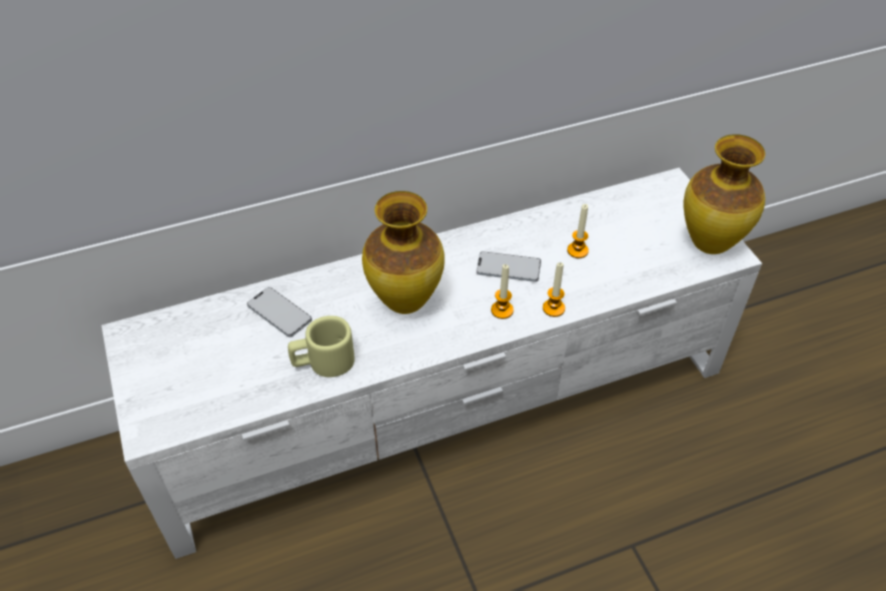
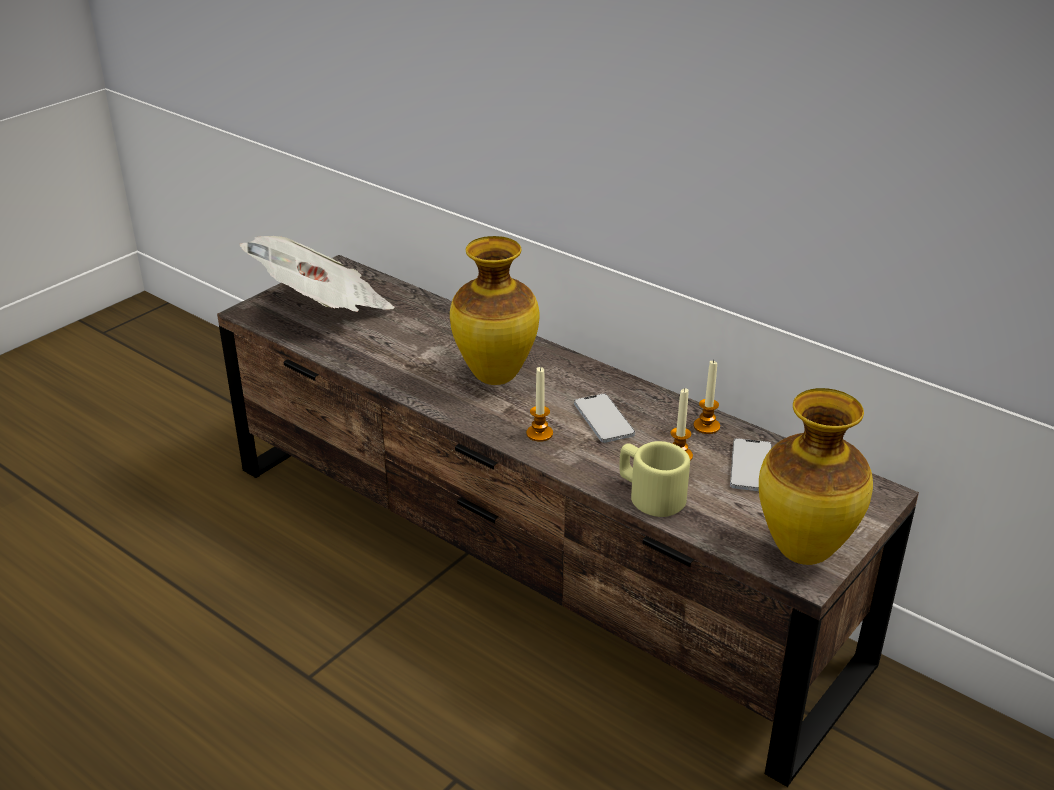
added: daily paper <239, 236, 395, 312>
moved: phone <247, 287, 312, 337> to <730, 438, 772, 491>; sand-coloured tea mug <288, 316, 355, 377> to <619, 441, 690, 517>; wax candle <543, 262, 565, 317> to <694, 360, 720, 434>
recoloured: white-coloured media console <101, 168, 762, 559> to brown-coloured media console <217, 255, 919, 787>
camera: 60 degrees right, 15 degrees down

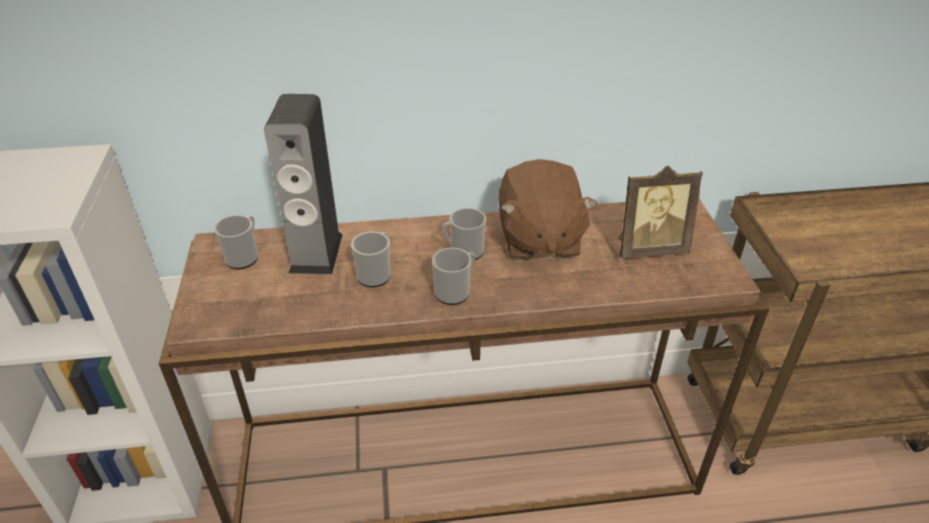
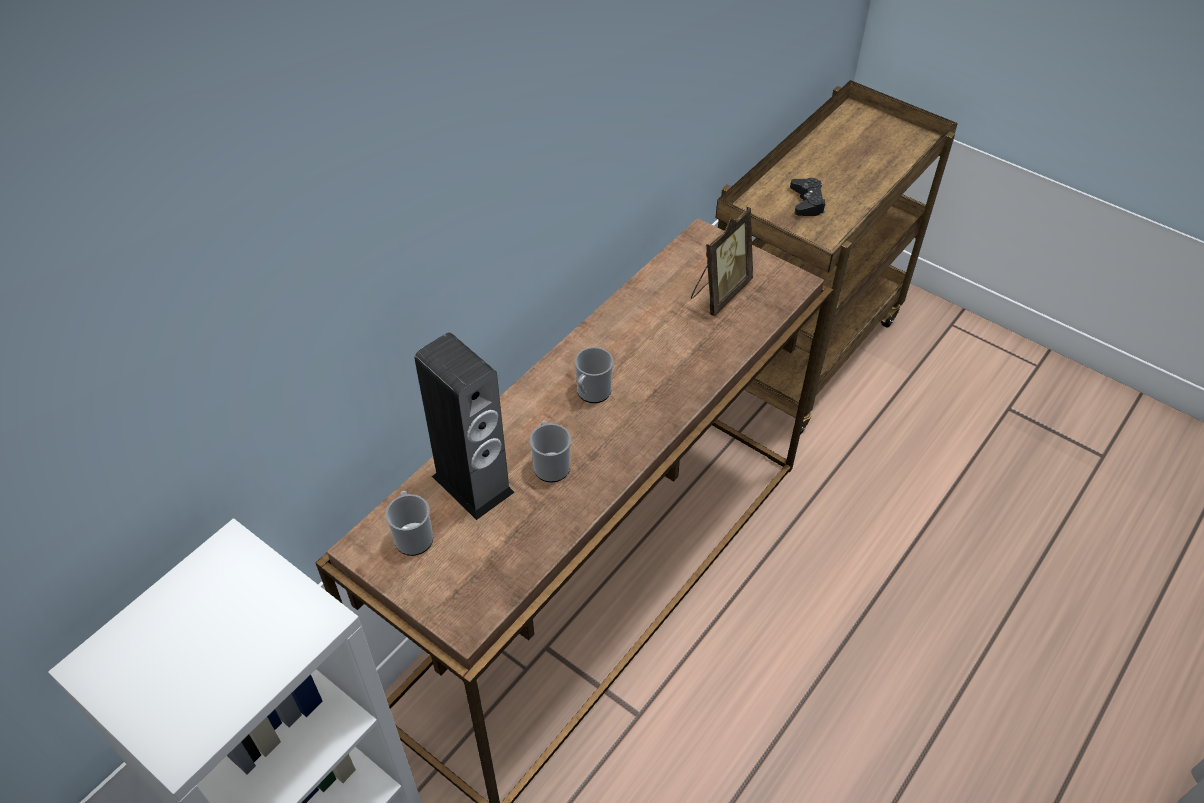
removed: tea mug <432, 248, 476, 305>; brown-coloured soft toy <498, 159, 597, 261>
added: black-coloured game controller <790, 178, 826, 216>
camera: 45 degrees left, 10 degrees up

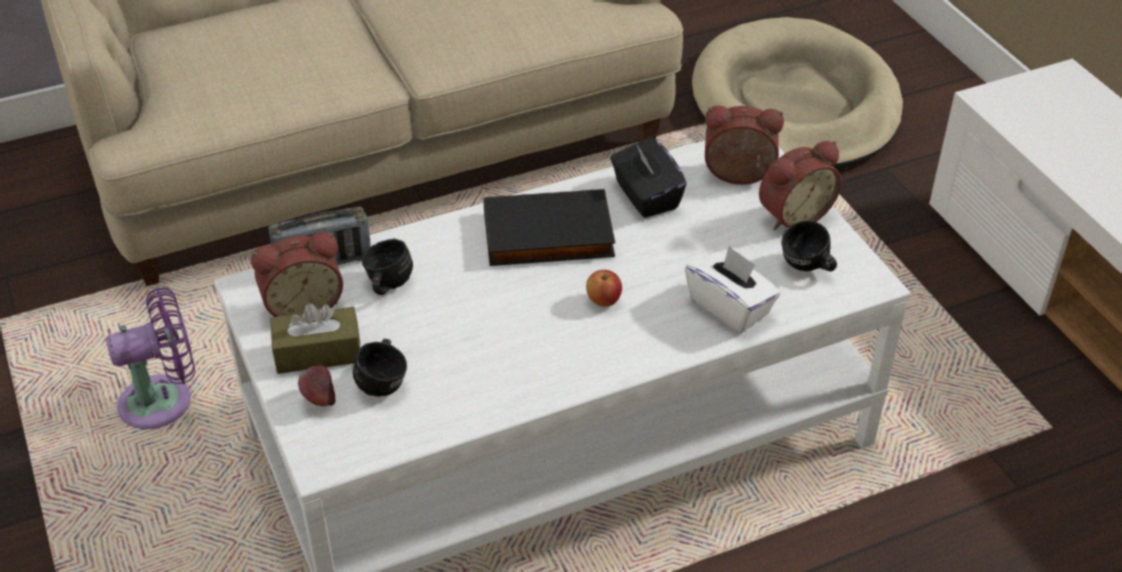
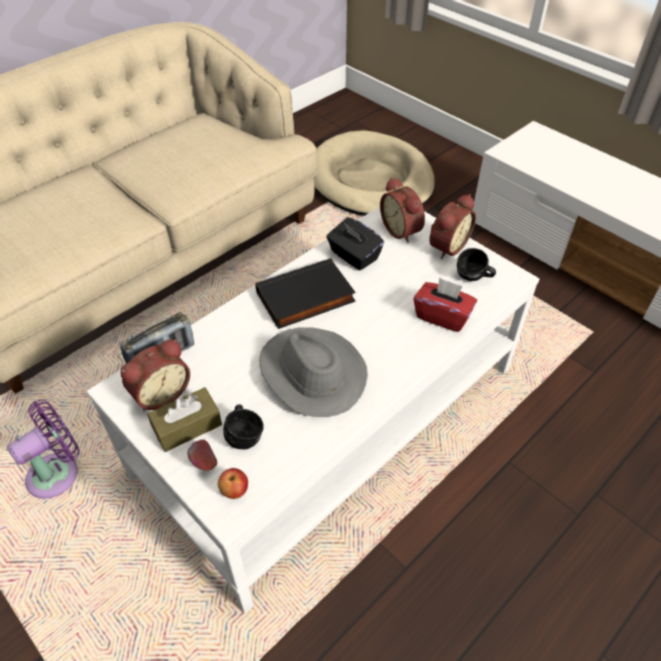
removed: black-coloured tea mug <362, 239, 413, 295>
added: grey hat <259, 327, 368, 417>
moved: apple fruit <586, 270, 622, 307> to <218, 468, 248, 499>
recoloured: white-coloured tissue box <685, 246, 780, 333> to red tissue box <413, 277, 477, 332>
turned: table clock <705, 106, 784, 185> = <380, 177, 425, 243> 105 degrees counterclockwise
camera: 20 degrees left, 5 degrees up

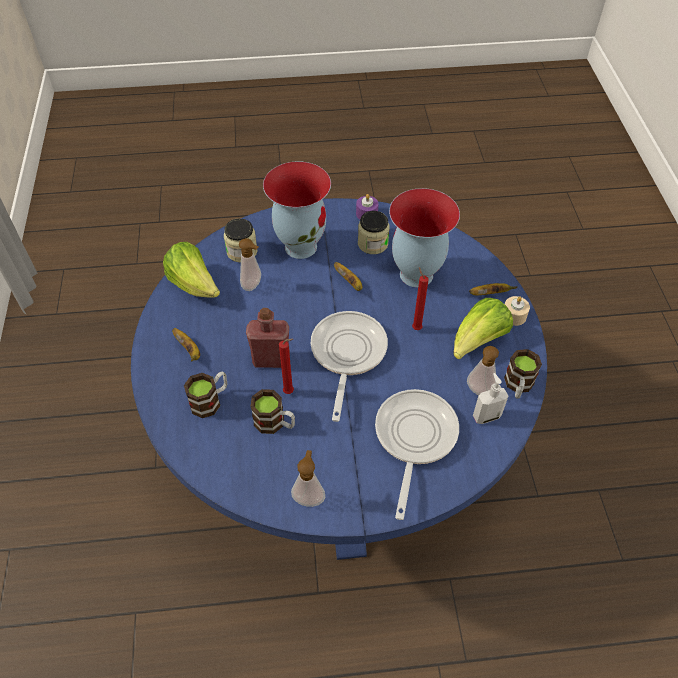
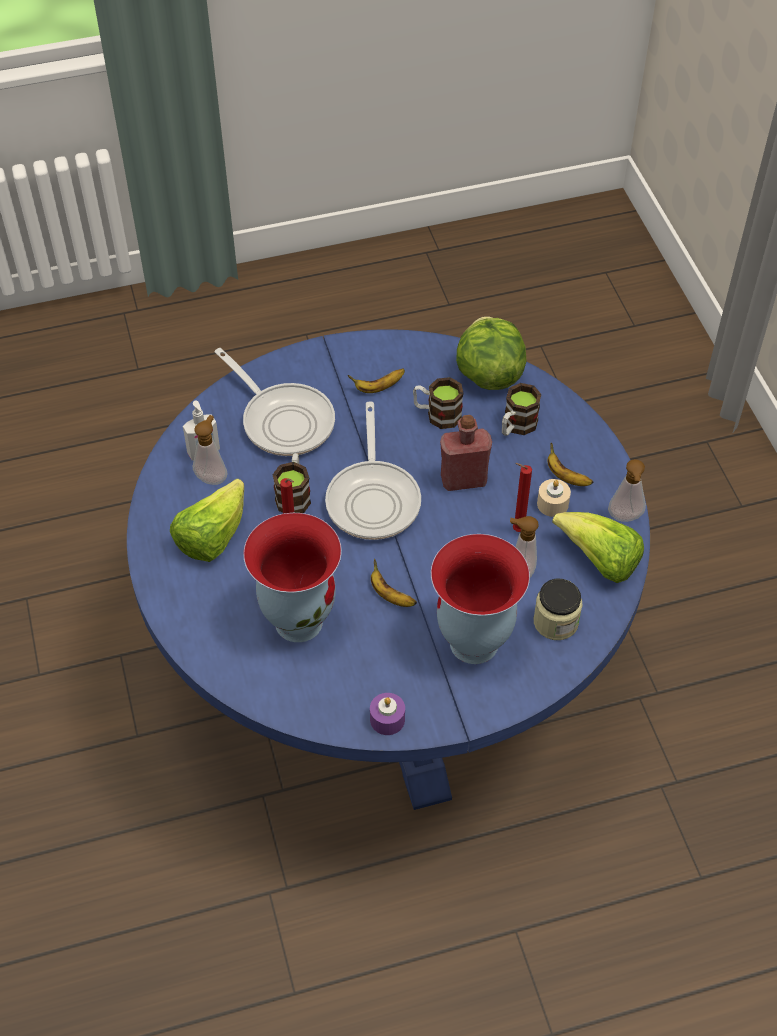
removed: preserve jar <358, 211, 390, 254>
added: head of lettuce <456, 316, 527, 390>
moved: red wax candle <279, 339, 294, 394> to <513, 463, 532, 532>; liquid soap bottle <291, 450, 326, 507> to <608, 459, 646, 522>; banana <469, 283, 517, 295> to <348, 369, 405, 393>; tea mug <504, 349, 542, 399> to <273, 453, 311, 513>; sand-coloured wax candle <505, 296, 530, 326> to <537, 479, 571, 517>
turned: skillet <375, 389, 459, 520> = <215, 348, 335, 456> 45 degrees counterclockwise
camera: 170 degrees right, 0 degrees up

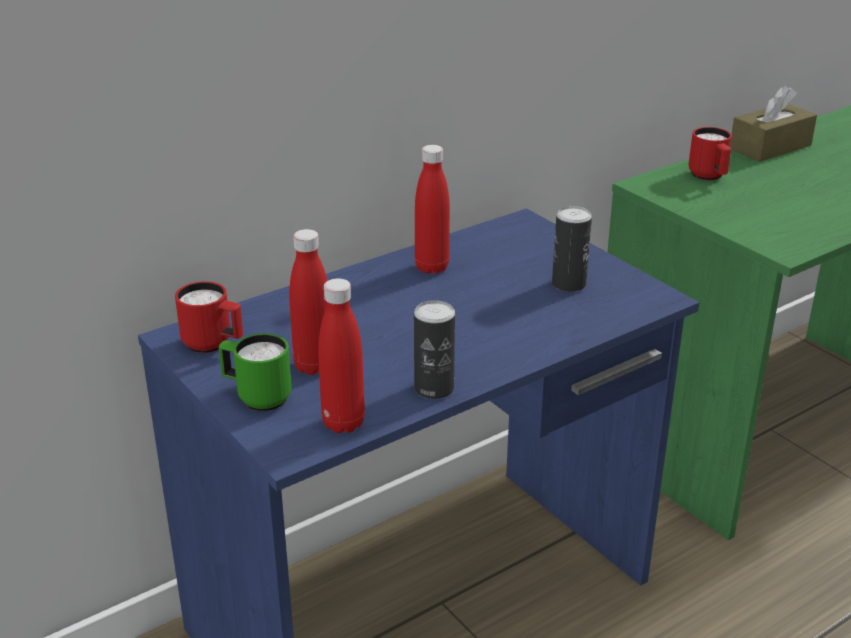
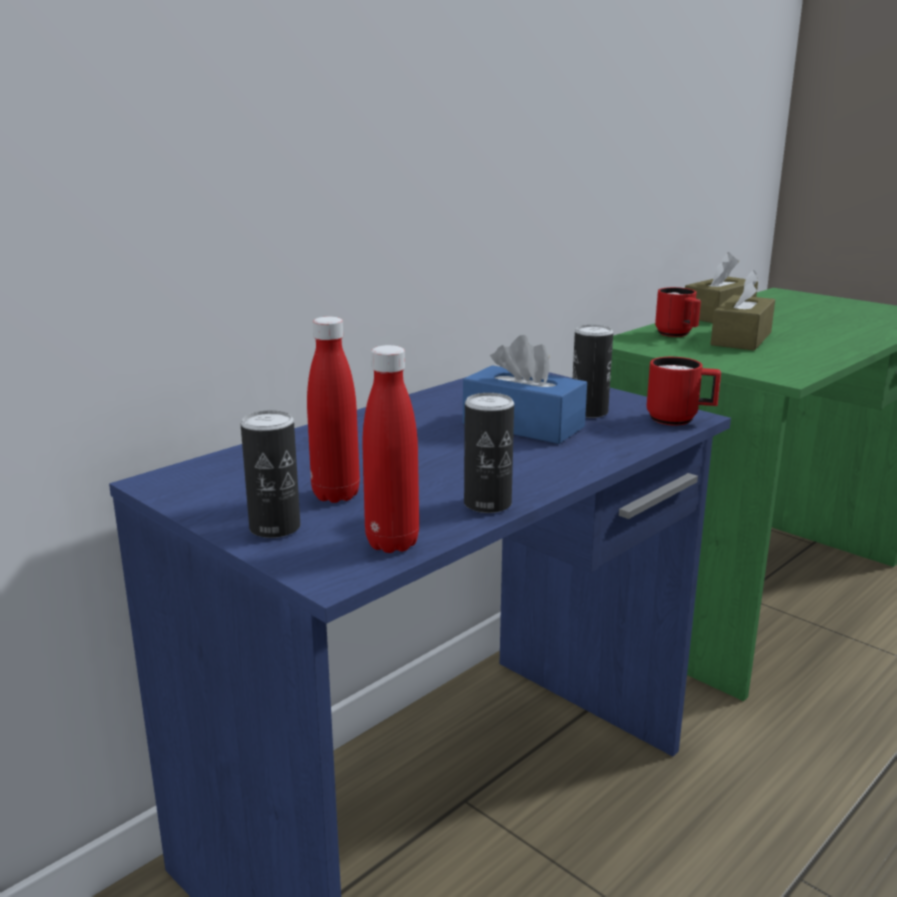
removed: red beverage bottle <415, 145, 450, 274>
added: blue tissue box <463, 335, 587, 444>; brown-coloured tissue box <711, 270, 775, 351>
moved: red tea mug <175, 281, 243, 353> to <647, 357, 721, 425>
replaced: greenish tea mug <219, 333, 292, 411> to metal can <240, 410, 300, 538>
camera: 10 degrees left, 10 degrees down

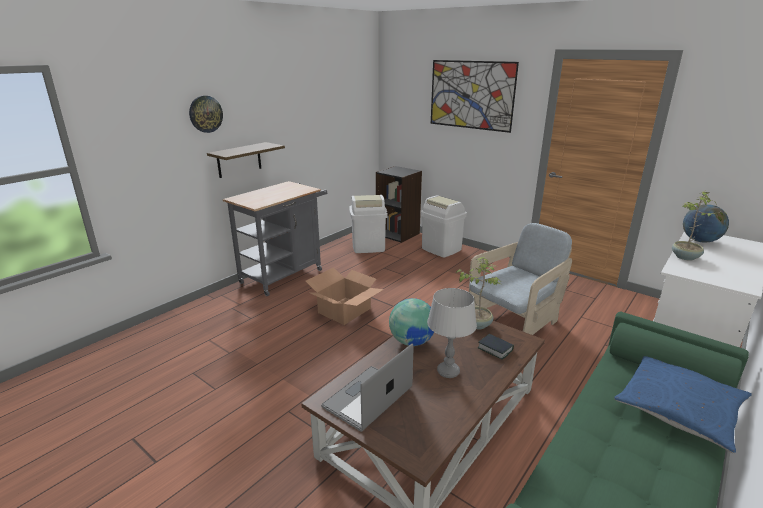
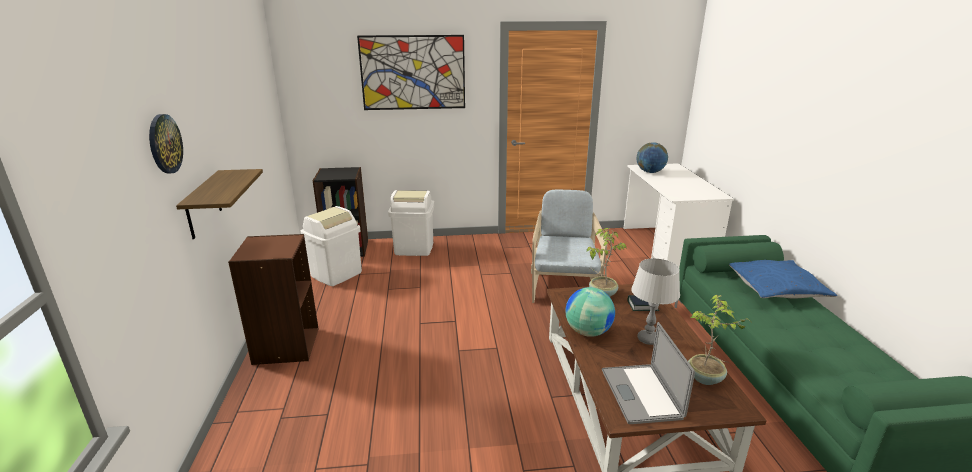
removed: carton <306, 267, 384, 325>
moved: plant in a pot <672, 191, 728, 261> to <688, 295, 749, 385>
replaced: grey cart <223, 181, 327, 296> to brown-coloured shelving unit <228, 234, 319, 365>
camera: 45 degrees left, 0 degrees up

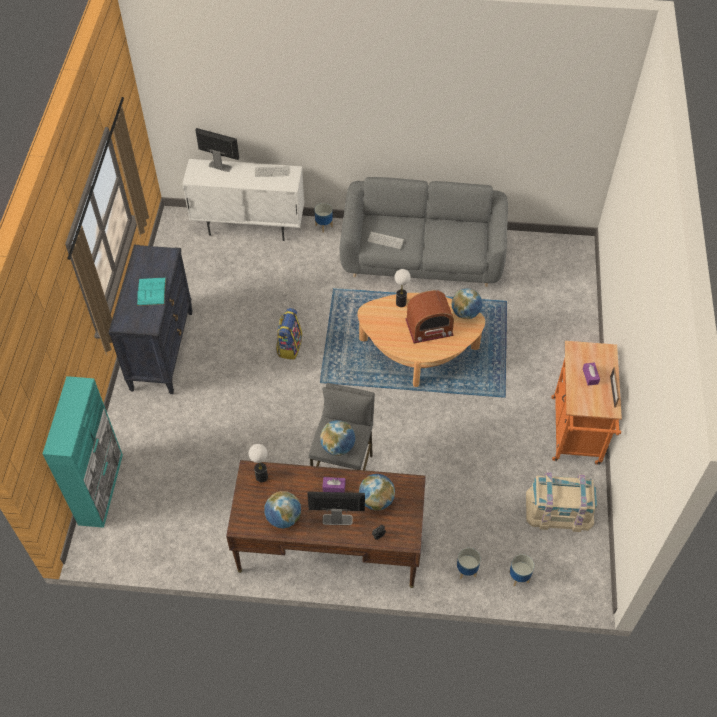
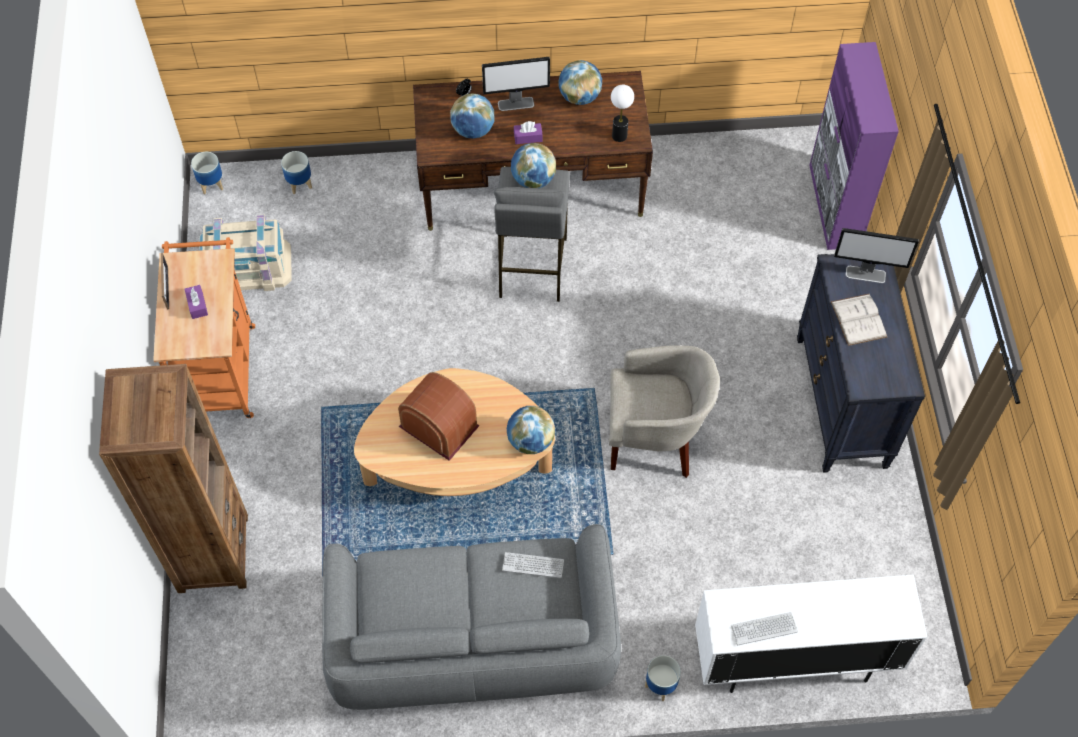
removed: lamp for a table <394, 269, 411, 307>
added: brown-coloured shelving unit <99, 364, 248, 593>
moved: computer display <195, 128, 239, 172> to <834, 228, 919, 283>; desk globe <451, 288, 482, 319> to <507, 406, 555, 454>; plant pot <457, 548, 481, 579> to <191, 152, 223, 194>
replaced: knapsack <276, 308, 302, 360> to sand-coloured lounge chair <609, 345, 720, 478>
recoloured: blue-green cabinet <43, 376, 123, 528> to purple-coloured cabinet <809, 42, 899, 250>; blue-green volume <137, 278, 166, 306> to white-coloured volume <831, 294, 887, 346>
turned: radio <405, 290, 454, 343> = <398, 372, 480, 461> 60 degrees clockwise
camera: 170 degrees right, 5 degrees up

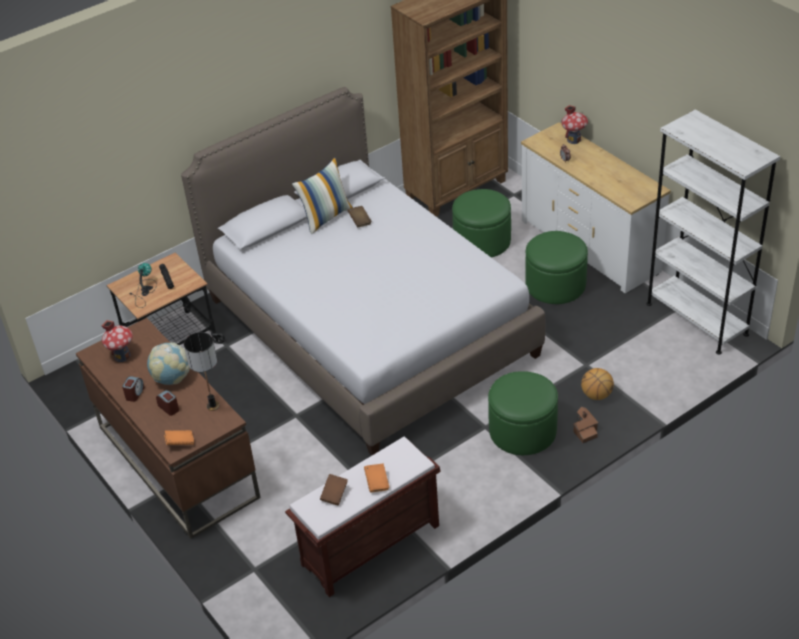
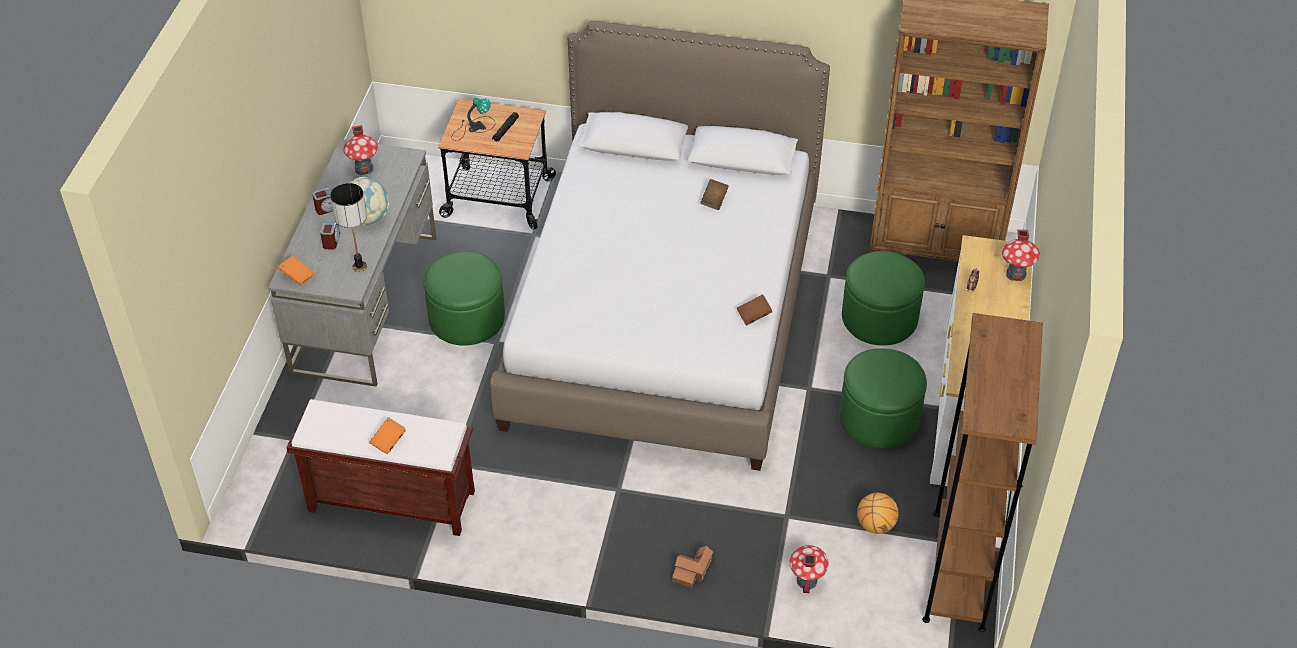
removed: cushion <292, 157, 353, 235>
added: model house <790, 545, 829, 593>
moved: brown-coloured volume <320, 474, 348, 505> to <737, 294, 772, 325>; greenish ottoman <488, 371, 558, 455> to <423, 251, 505, 346>; basketball ball <581, 368, 614, 400> to <857, 493, 899, 534>
recoloured: brown-coloured desk <76, 318, 261, 539> to grey desk <268, 139, 436, 387>; white-coloured shelving unit <646, 110, 780, 354> to brown-coloured shelving unit <922, 313, 1043, 632>
camera: 45 degrees right, 5 degrees up

